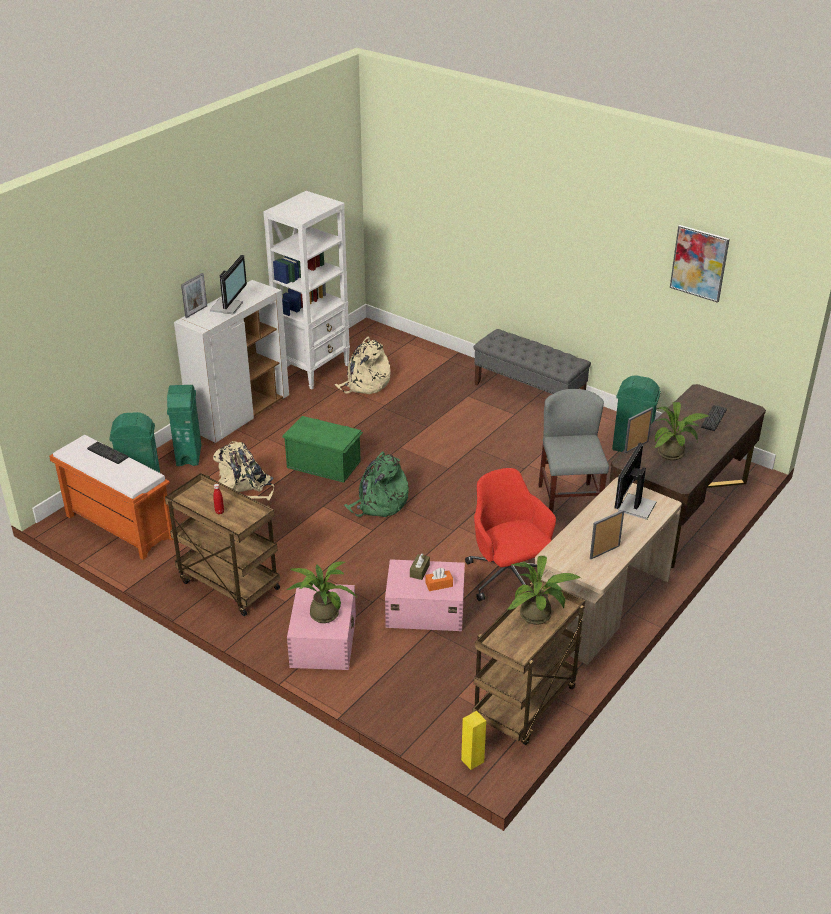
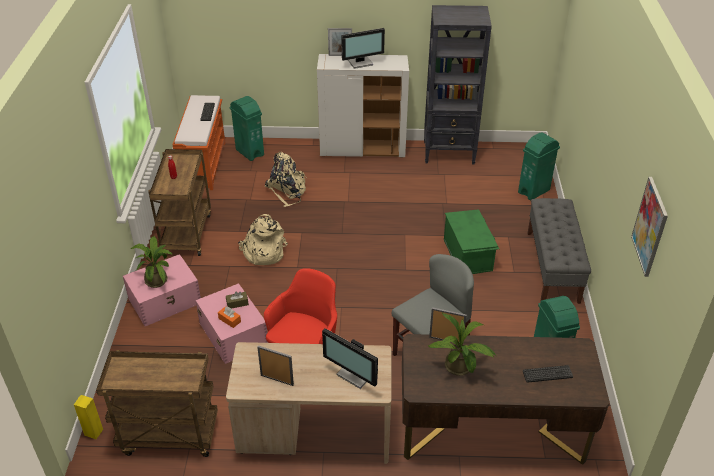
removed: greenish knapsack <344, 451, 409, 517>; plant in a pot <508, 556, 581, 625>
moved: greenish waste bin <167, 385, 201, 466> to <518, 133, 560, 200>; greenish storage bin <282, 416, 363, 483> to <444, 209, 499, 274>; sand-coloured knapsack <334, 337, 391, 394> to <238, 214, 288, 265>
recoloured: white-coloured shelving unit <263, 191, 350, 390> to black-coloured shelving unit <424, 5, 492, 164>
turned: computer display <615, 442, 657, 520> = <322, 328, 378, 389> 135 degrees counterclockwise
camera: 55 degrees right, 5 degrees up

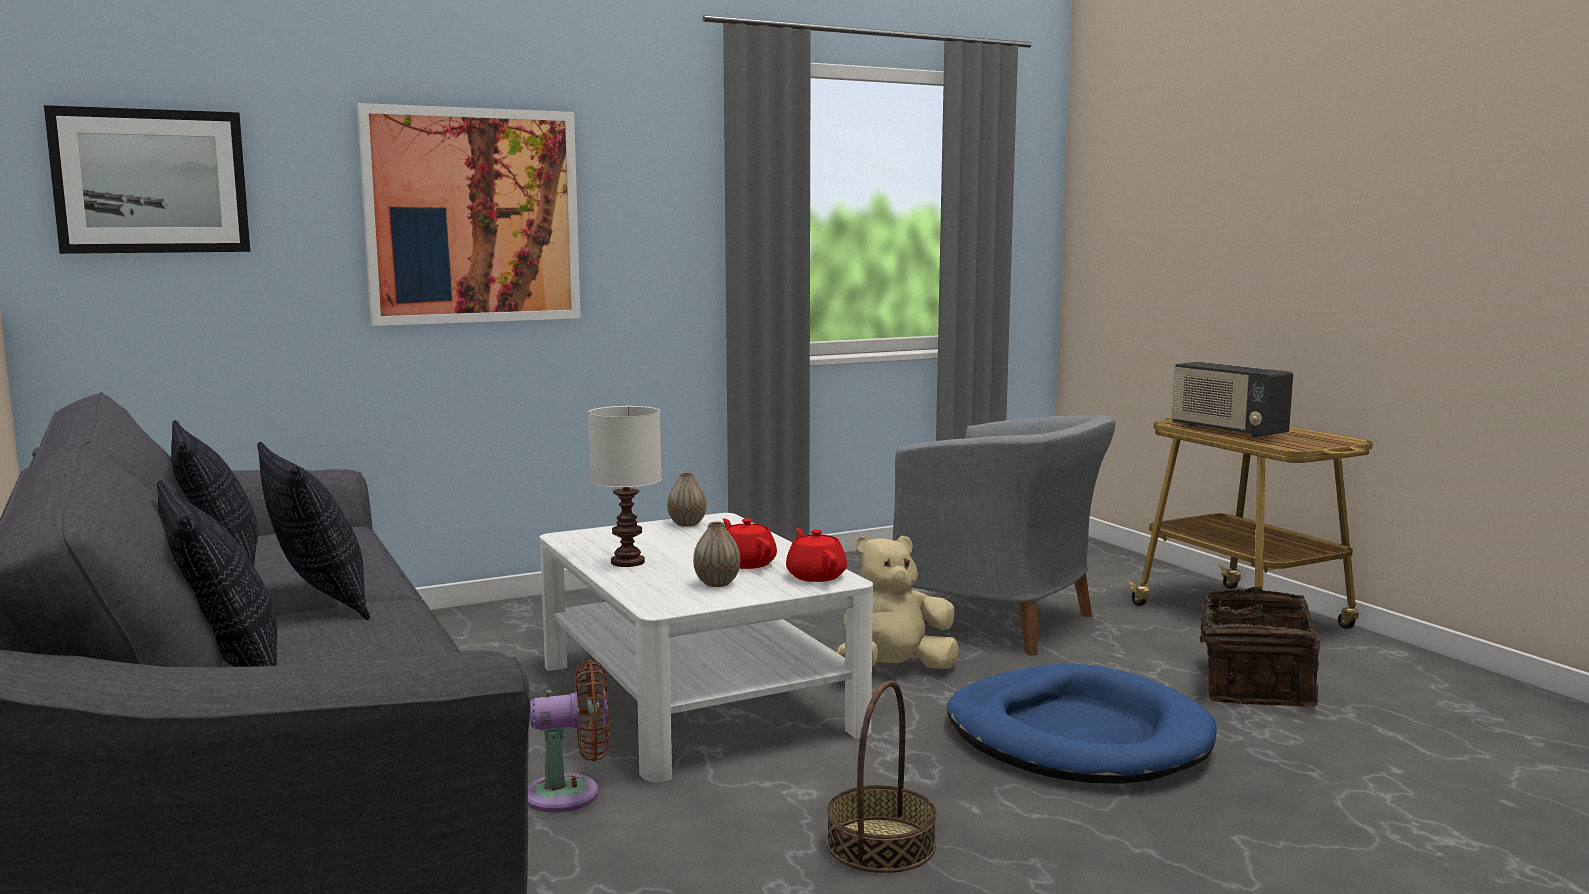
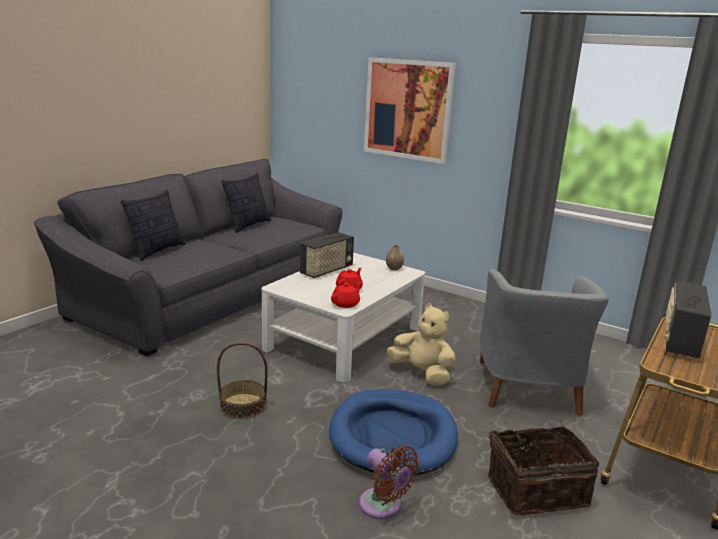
removed: wall art <44, 105, 250, 254>; cushion <257, 442, 370, 620>; decorative vase <693, 521, 740, 587>
moved: brown-coloured cooling fan <528, 660, 610, 813> to <359, 446, 419, 519>
replaced: white-coloured lamp for a table <588, 406, 661, 567> to radio <300, 232, 354, 278>
camera: 60 degrees right, 10 degrees up

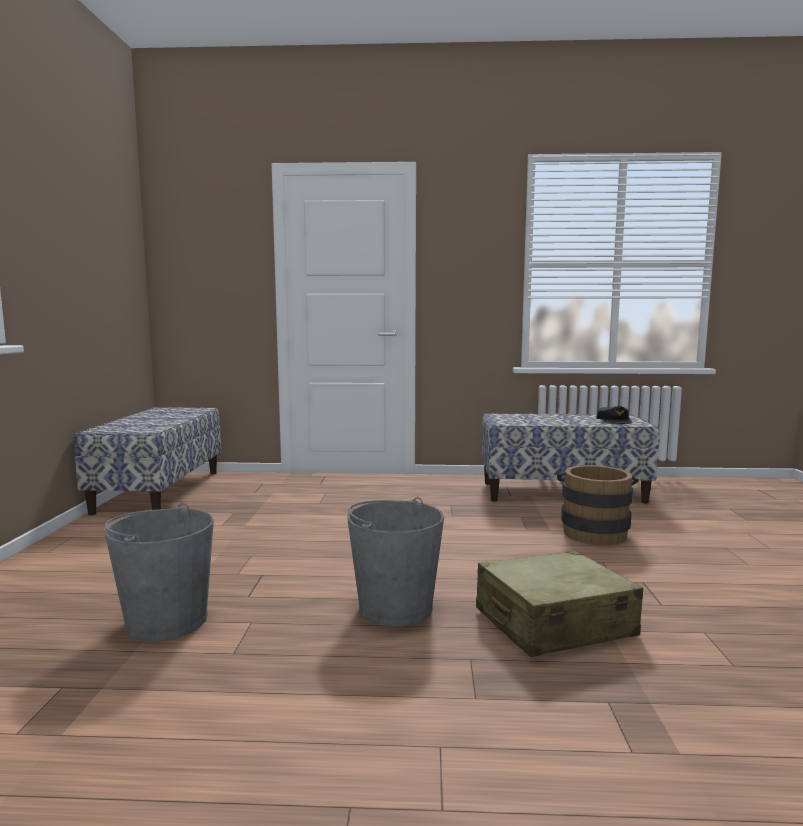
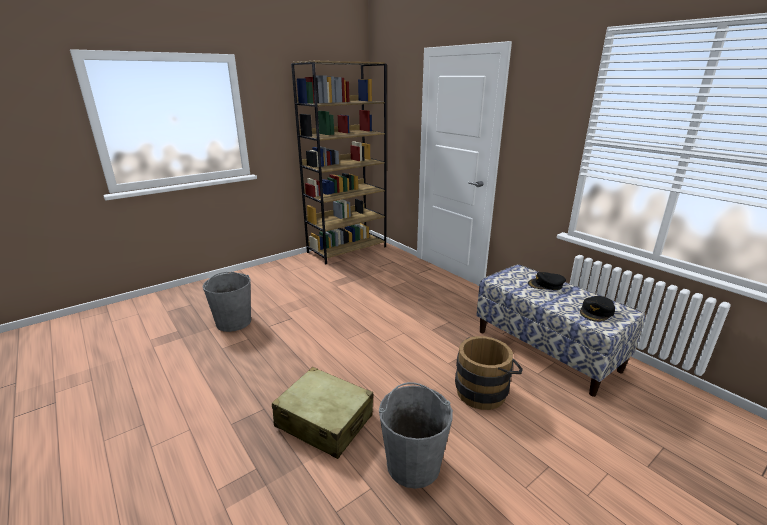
added: black-coloured cap <528, 272, 566, 290>
moved: grey pail <347, 497, 444, 627> to <379, 382, 453, 489>
replaced: bench <74, 407, 221, 515> to brown-coloured shelving unit <291, 61, 387, 265>
camera: 50 degrees right, 15 degrees up

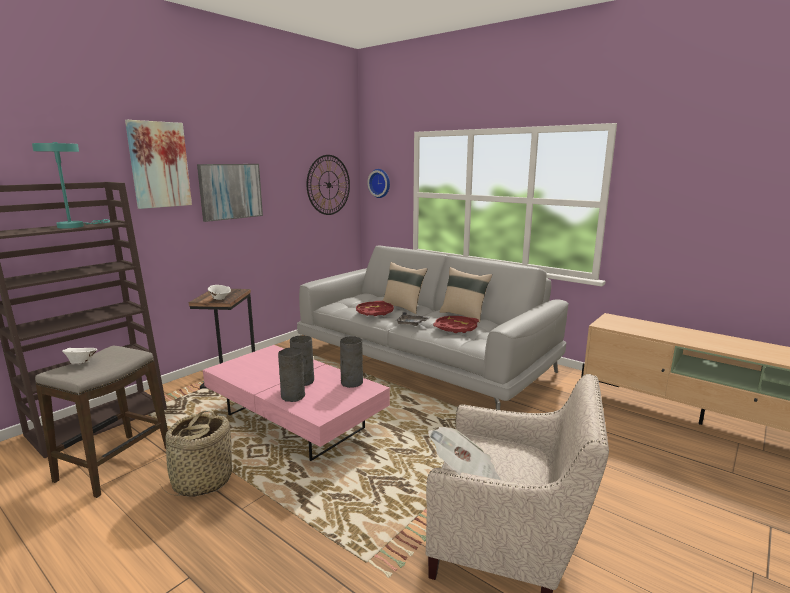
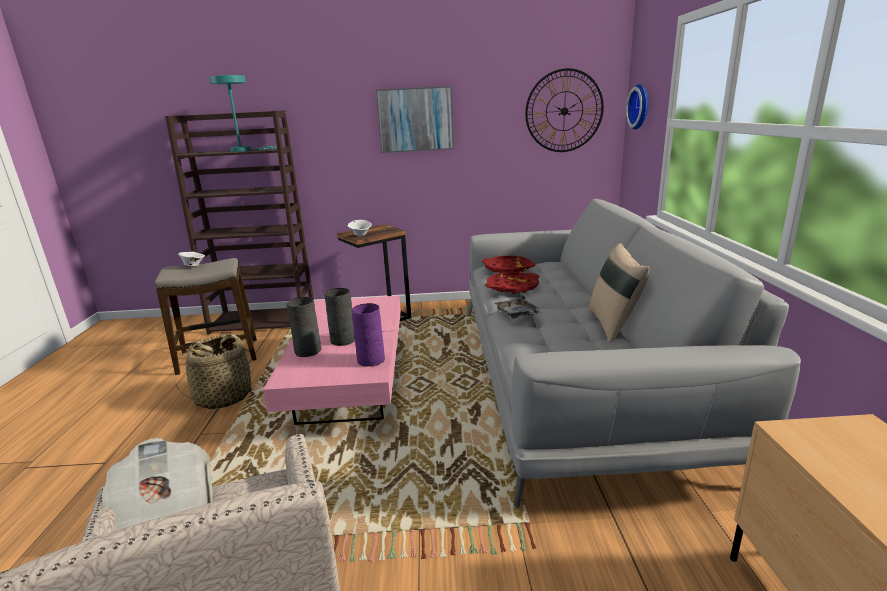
removed: wall art <125, 120, 192, 209>; sand-coloured cushion <382, 262, 427, 314>
moved: red carrying tray <433, 316, 479, 333> to <482, 256, 536, 273>
recoloured: grey decorative vase <340, 337, 363, 388> to purple-coloured decorative vase <352, 303, 385, 367>
camera: 50 degrees right, 5 degrees up

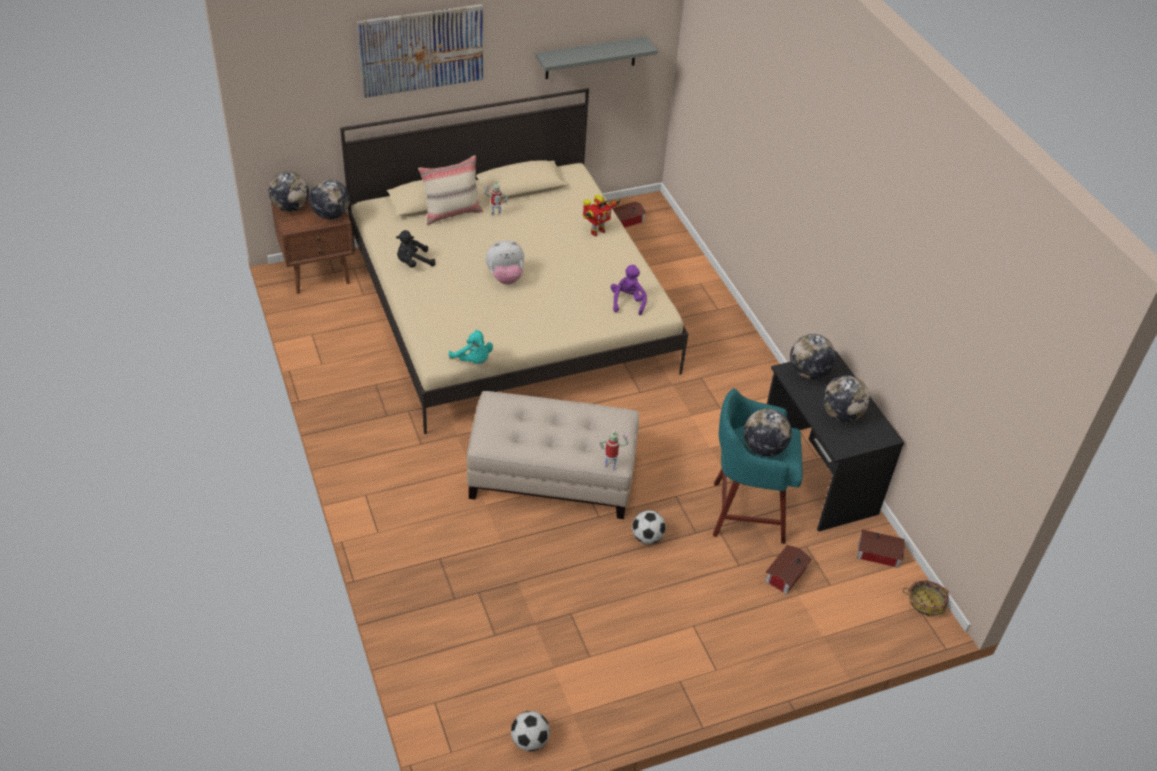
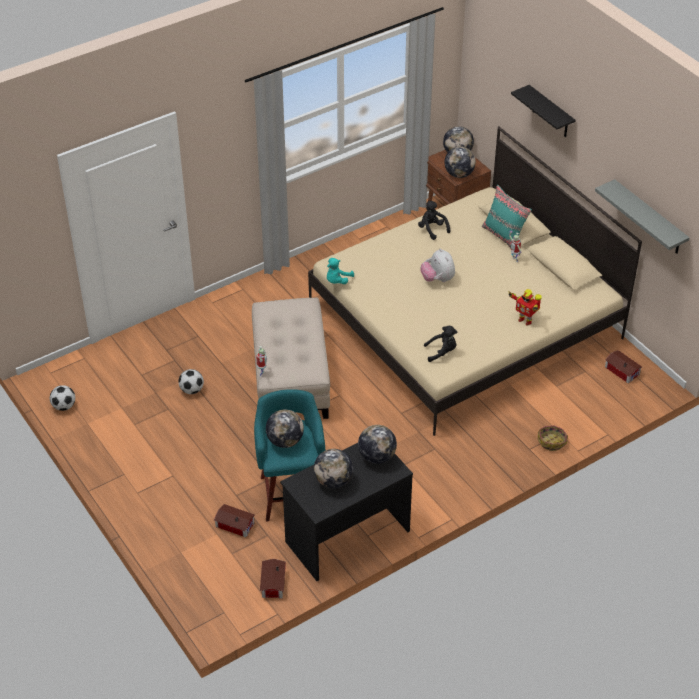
moved: football <632, 510, 666, 544> to <178, 369, 204, 394>; storage basket <903, 580, 949, 616> to <538, 426, 568, 451>
replaced: wall art <357, 4, 483, 98> to black-coloured wall shelf <511, 85, 576, 137>
recoloured: sand-coloured cushion <418, 155, 483, 225> to blue-green cushion <482, 185, 532, 248>; purple-coloured soft toy <611, 265, 647, 315> to black-coloured soft toy <424, 326, 457, 362>
camera: 80 degrees right, 0 degrees up

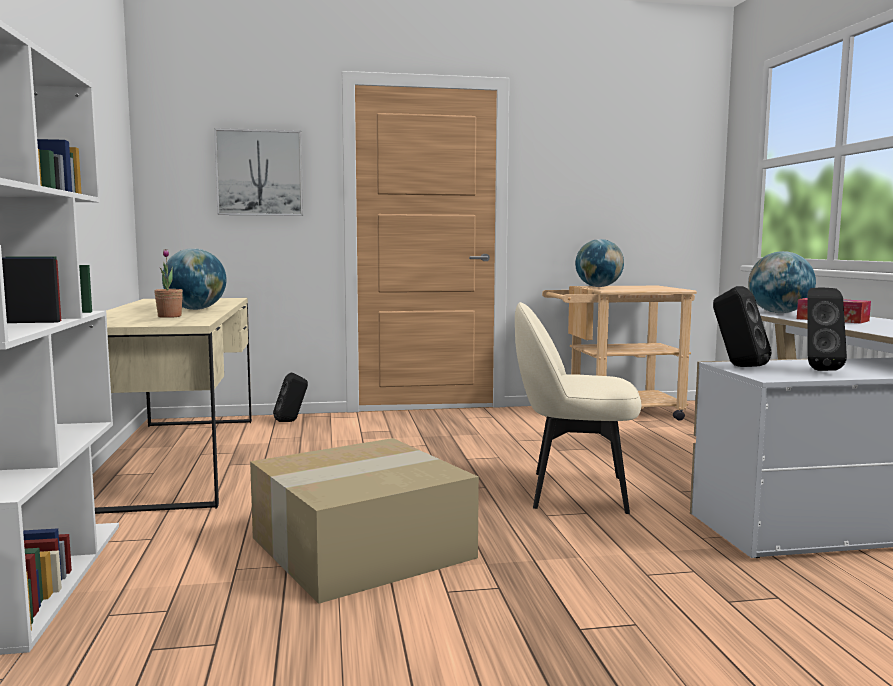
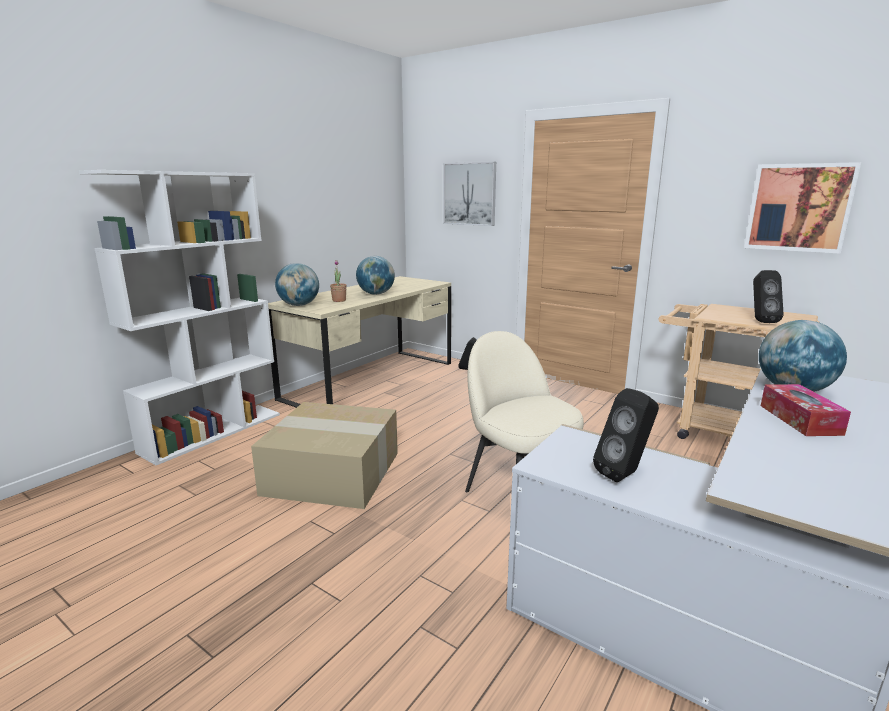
added: wall art <744, 162, 861, 254>
moved: desk globe <575, 239, 624, 287> to <275, 263, 319, 306>; black-coloured loudspeaker <713, 286, 772, 367> to <753, 270, 784, 323>
camera: 45 degrees right, 10 degrees up

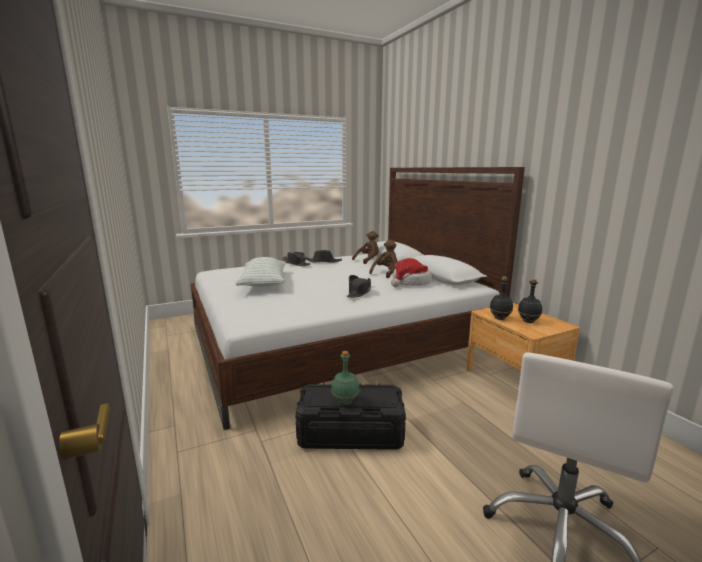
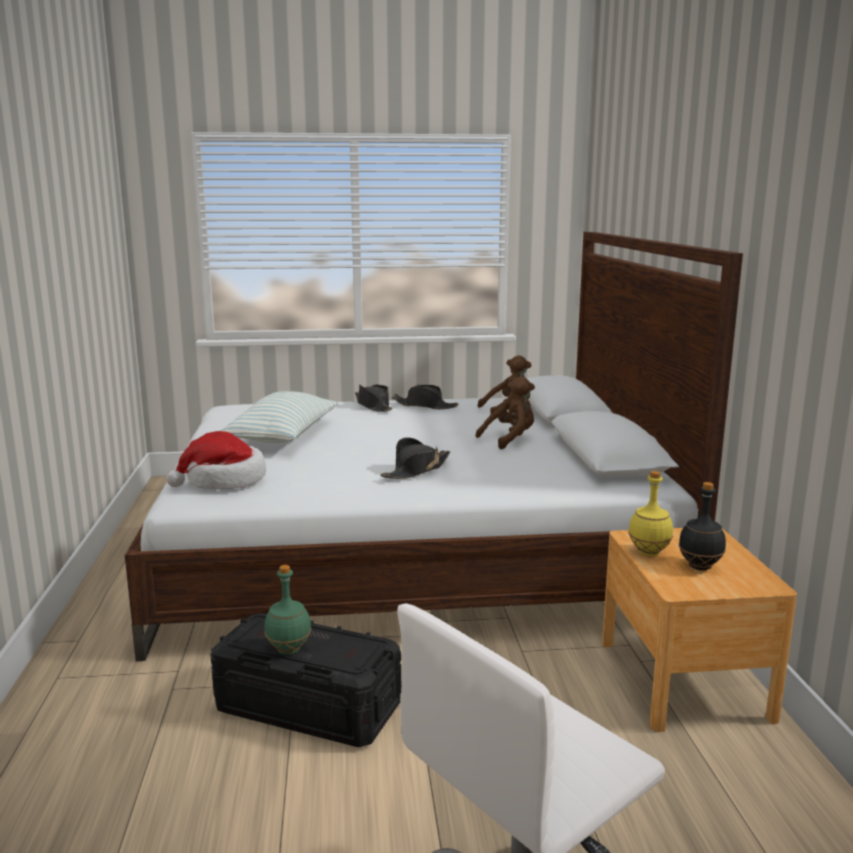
moved: hat <391, 258, 432, 287> to <167, 431, 266, 490>
recoloured: black-coloured beverage bottle <490, 276, 513, 320> to yellow-coloured beverage bottle <628, 471, 673, 556>
camera: 20 degrees right, 0 degrees up

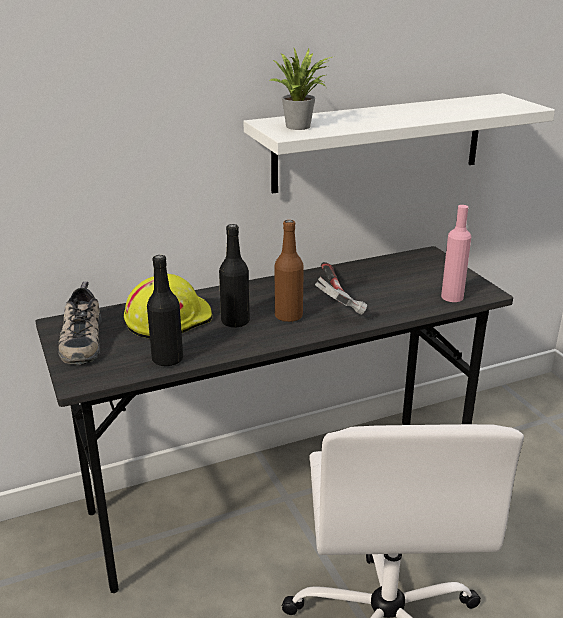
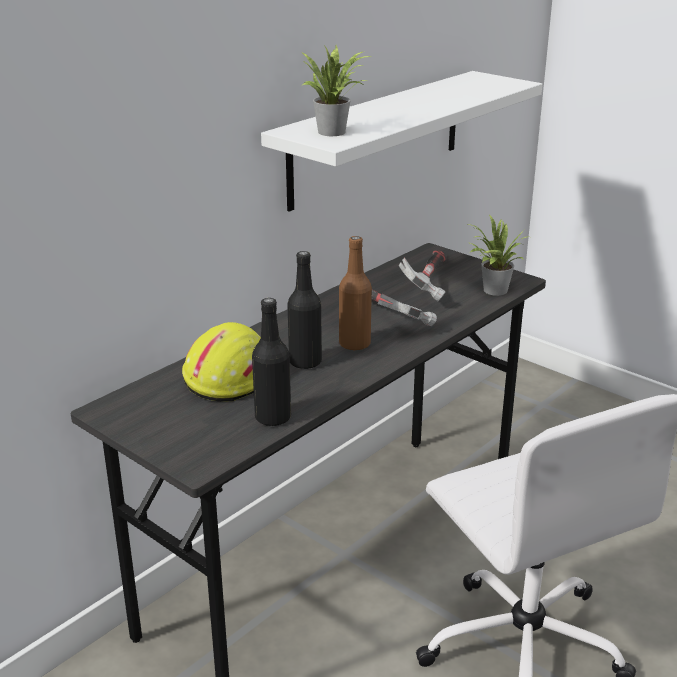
removed: shoe <58, 282, 102, 365>
added: tool hammer <399, 249, 446, 302>
replaced: pink beverage bottle <441, 205, 471, 302> to plant in a pot <468, 215, 527, 296>
camera: 25 degrees left, 0 degrees up

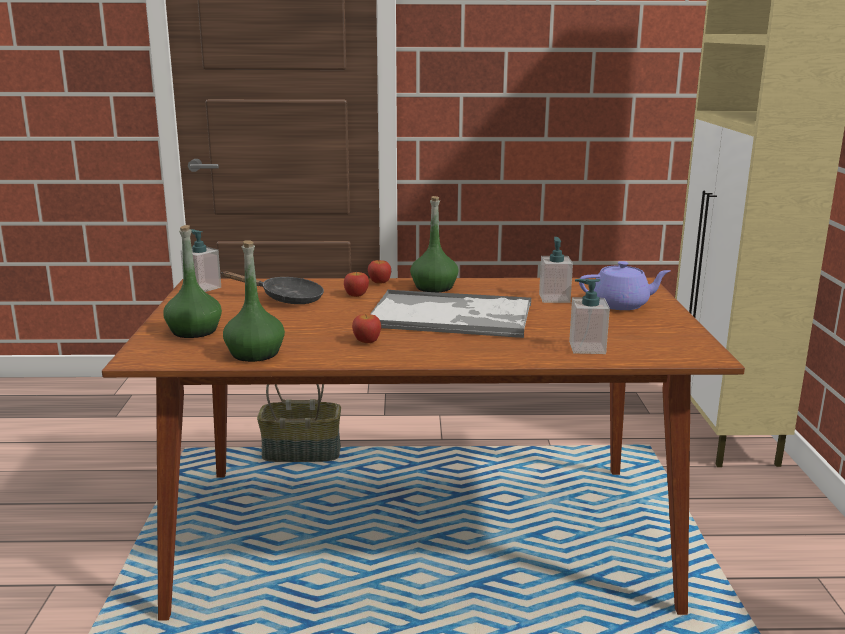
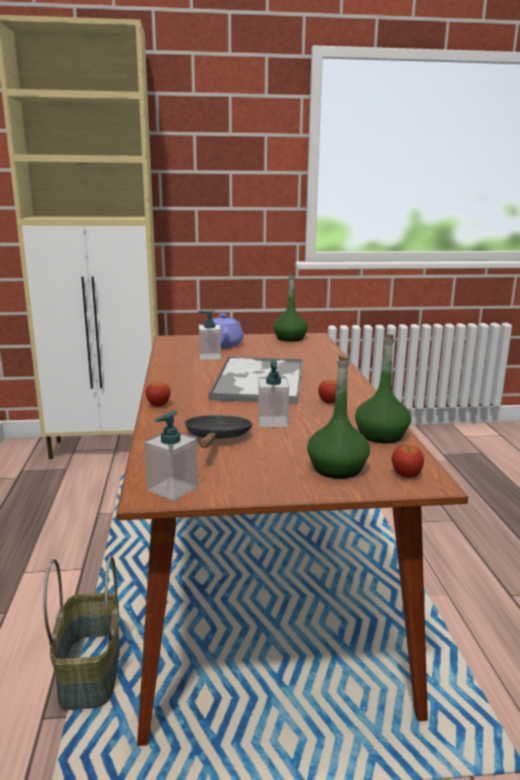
moved: apple fruit <344, 272, 369, 297> to <392, 445, 424, 478>; greenish beverage bottle <410, 196, 458, 292> to <273, 273, 308, 342>; liquid soap bottle <569, 279, 610, 354> to <258, 359, 289, 427>
camera: 95 degrees left, 0 degrees up

